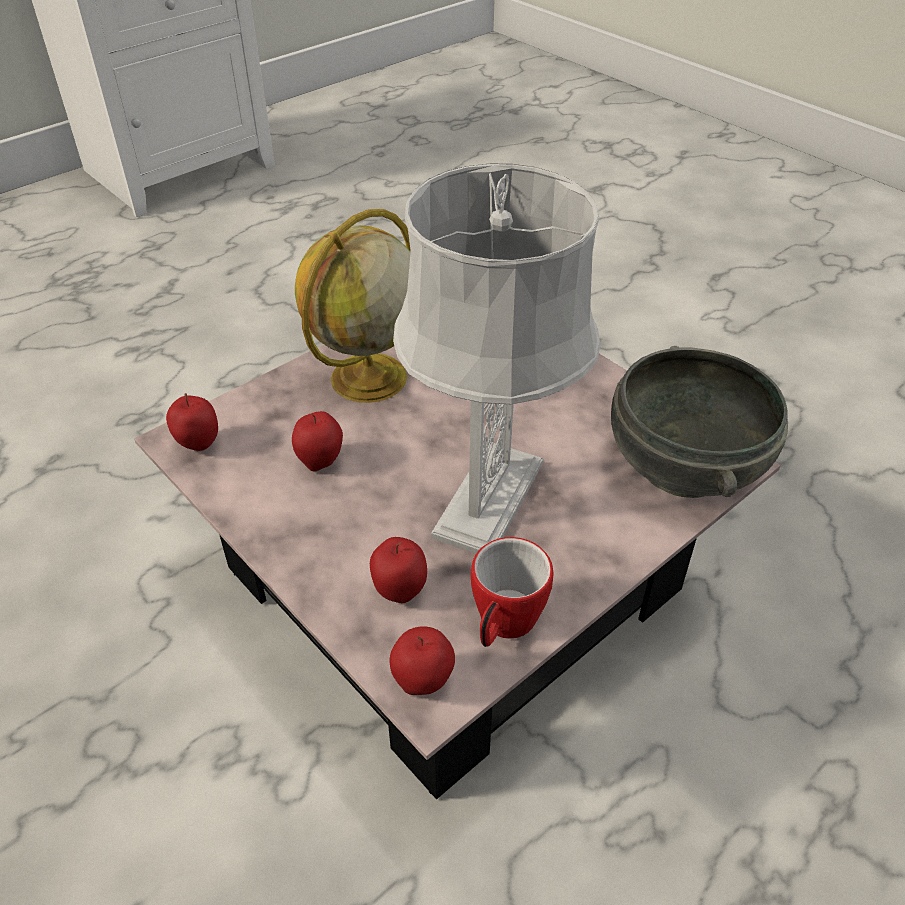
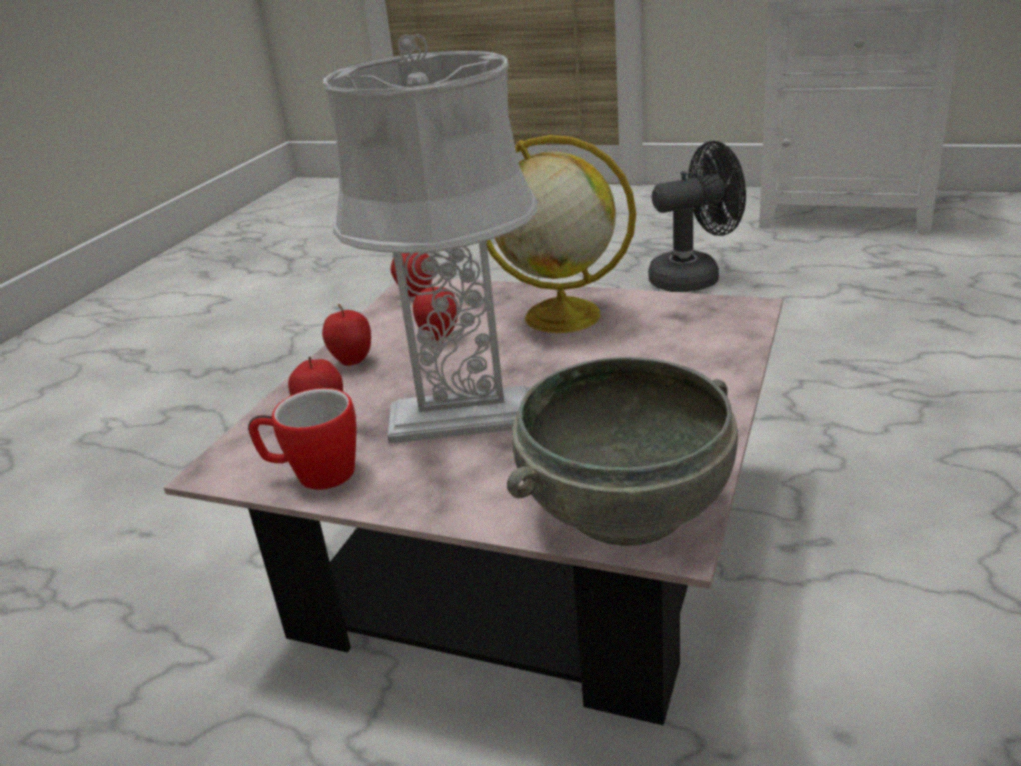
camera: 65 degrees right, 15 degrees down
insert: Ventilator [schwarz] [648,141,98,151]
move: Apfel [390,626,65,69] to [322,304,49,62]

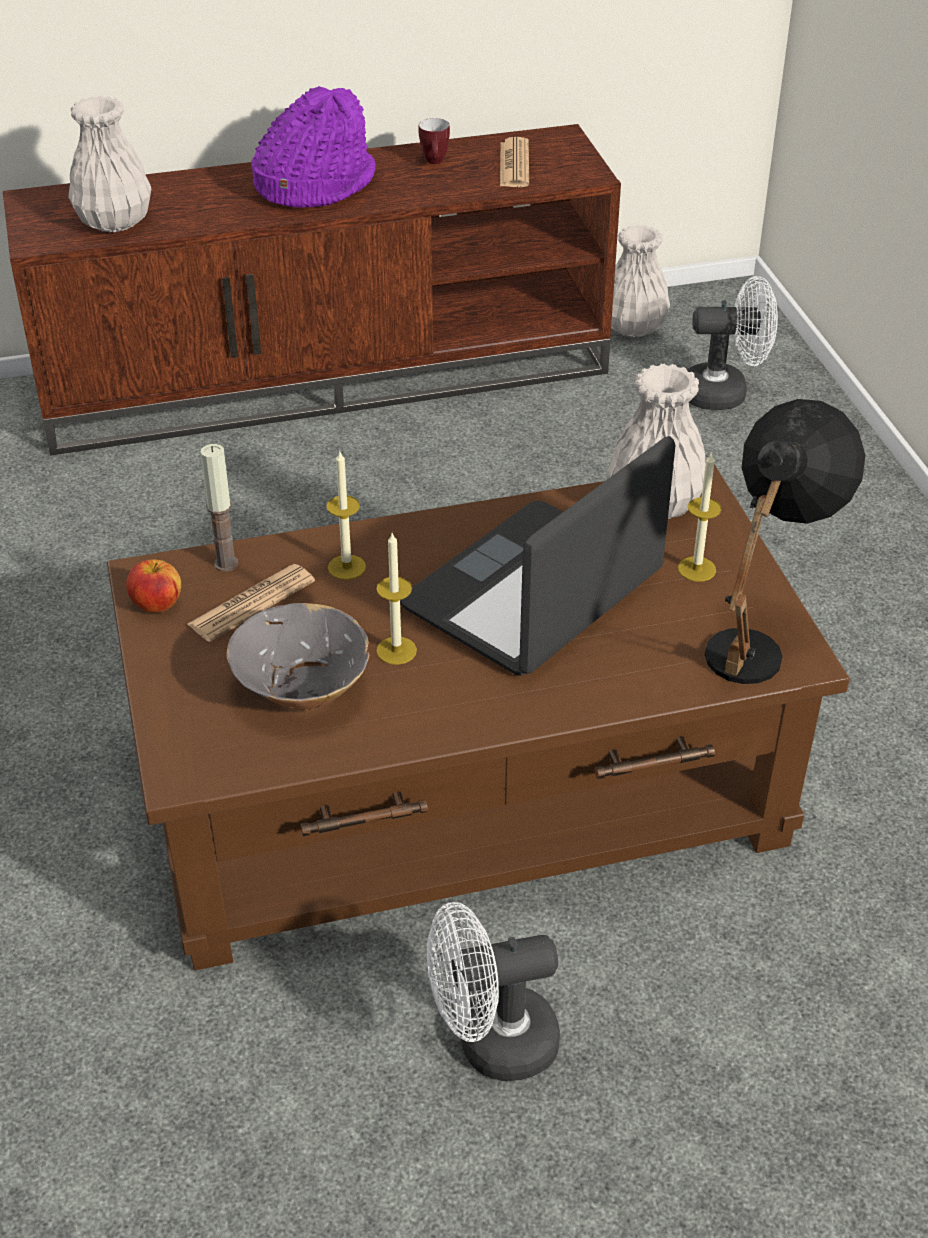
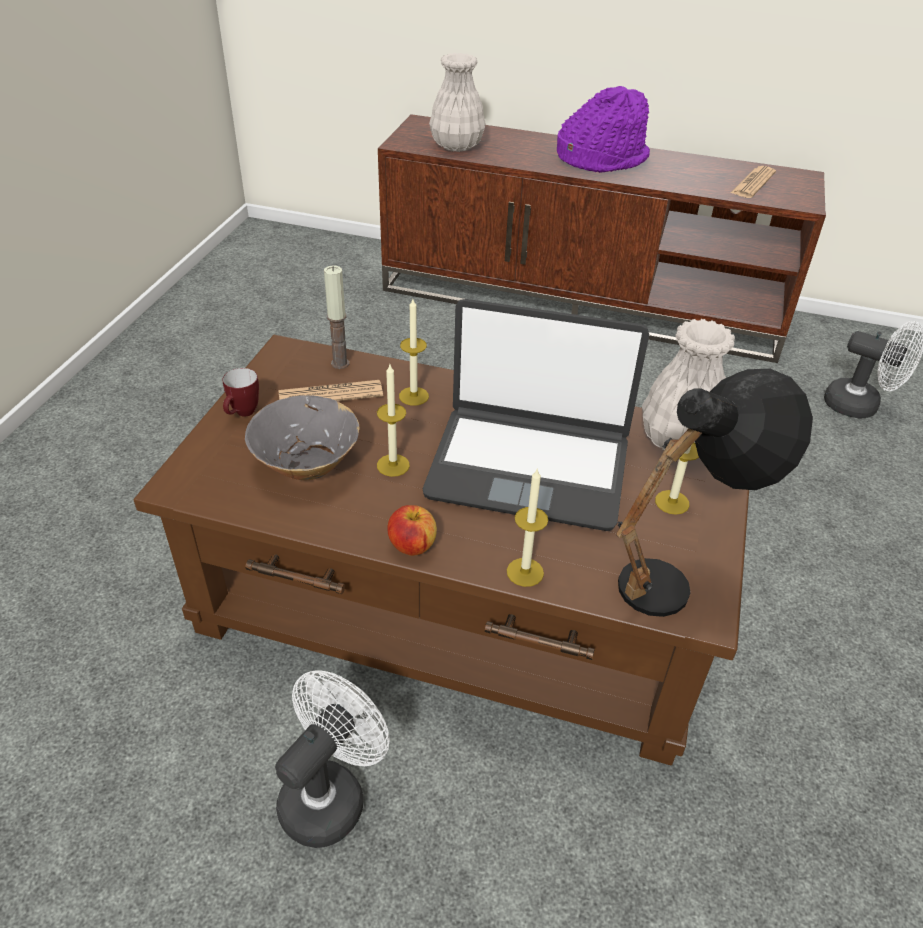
camera: 30 degrees right, 0 degrees up
delete: Vase [weiß] [611,225,59,112]
insert: Kerze [507,469,41,118]
move: Henkelbecher [419,118,31,46] to [223,368,36,49]; Apfel [126,559,55,53] to [387,505,50,51]
rotate: Laptop [400,436,276,240] = [423,299,226,232] 150 degrees counterclockwise; Ventilator [weiß] [427,902,133,179] = [275,670,115,178] 105 degrees clockwise

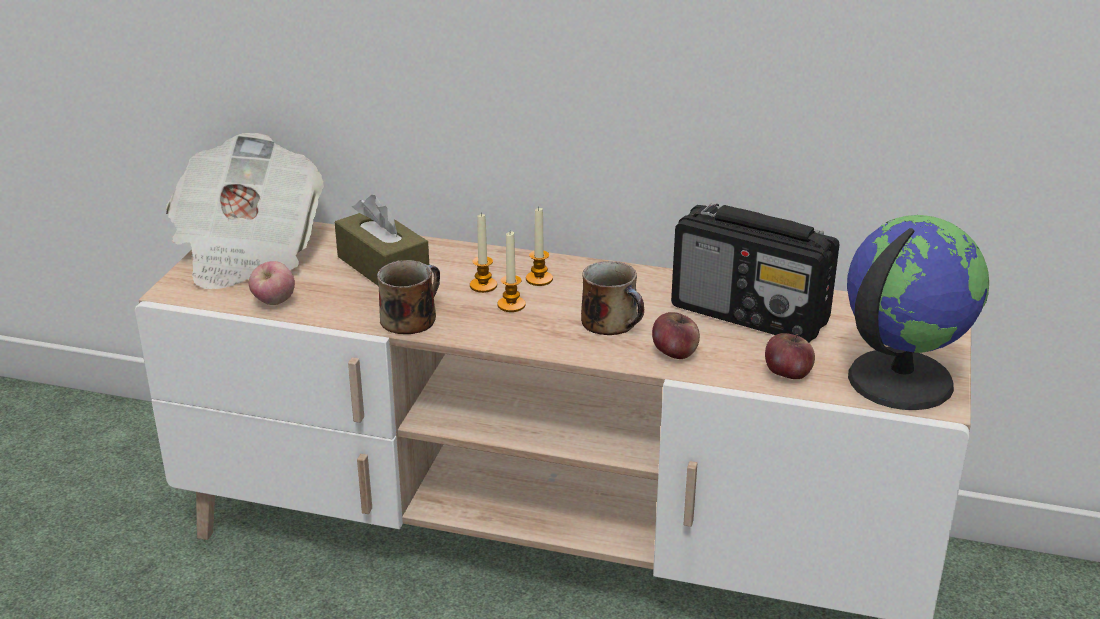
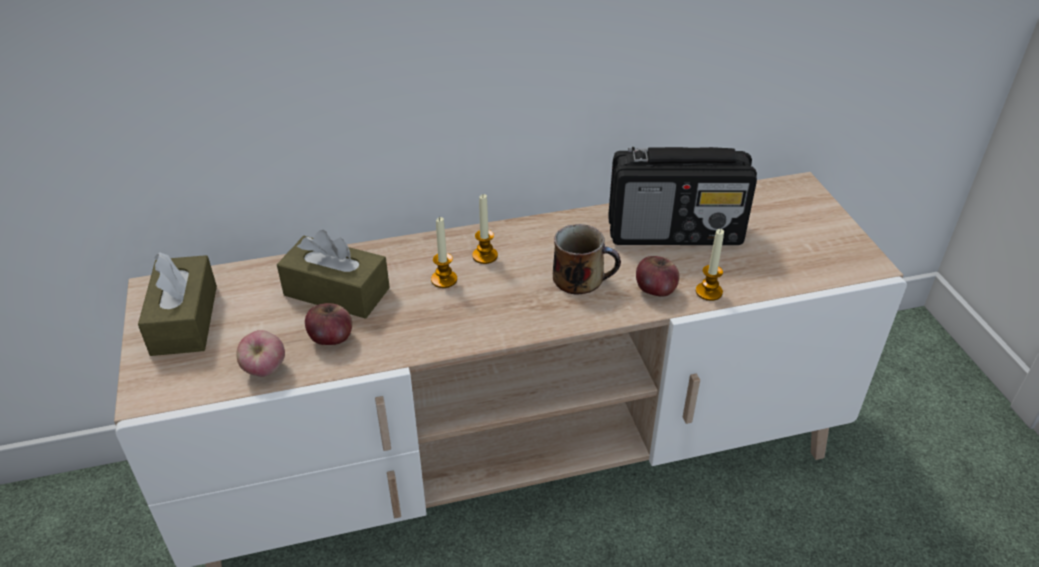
camera: 30 degrees left, 10 degrees up
delete: Globus [847,215,142,195]; Henkelbecher [377,260,63,74]
move: Kerze [497,232,29,80] to [696,229,28,72]; Apfel [765,333,50,46] to [305,303,47,42]
replace: Zeitung [166,133,158,156] to Taschentuchbox [braun] [138,252,79,104]

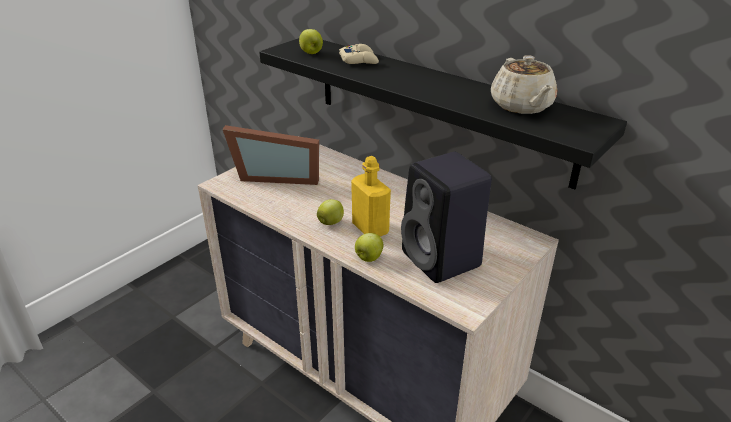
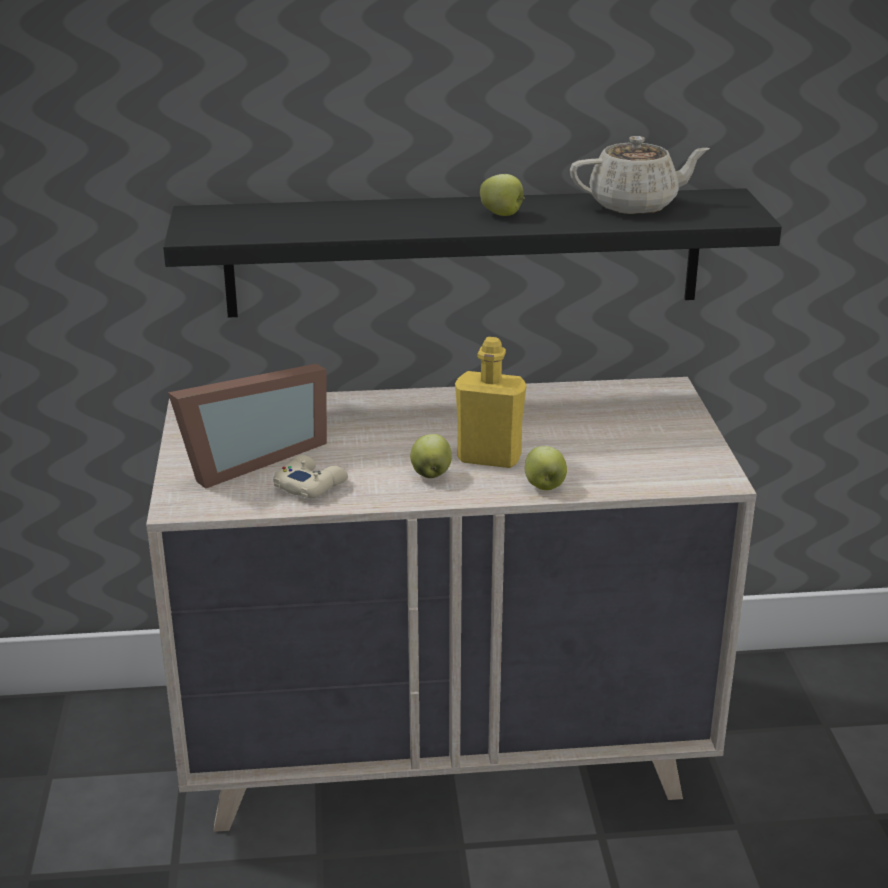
camera: 45 degrees left, 5 degrees down
delete: Lautsprecher [schwarz] [401,152,91,131]
move: Apfel [299,29,24,25] to [480,174,45,42]; Gamepad [beige] [339,44,40,20] to [273,455,75,43]
rotate: Teekanne [beige] [491,55,66,59] = [570,136,140,78] 45 degrees counterclockwise

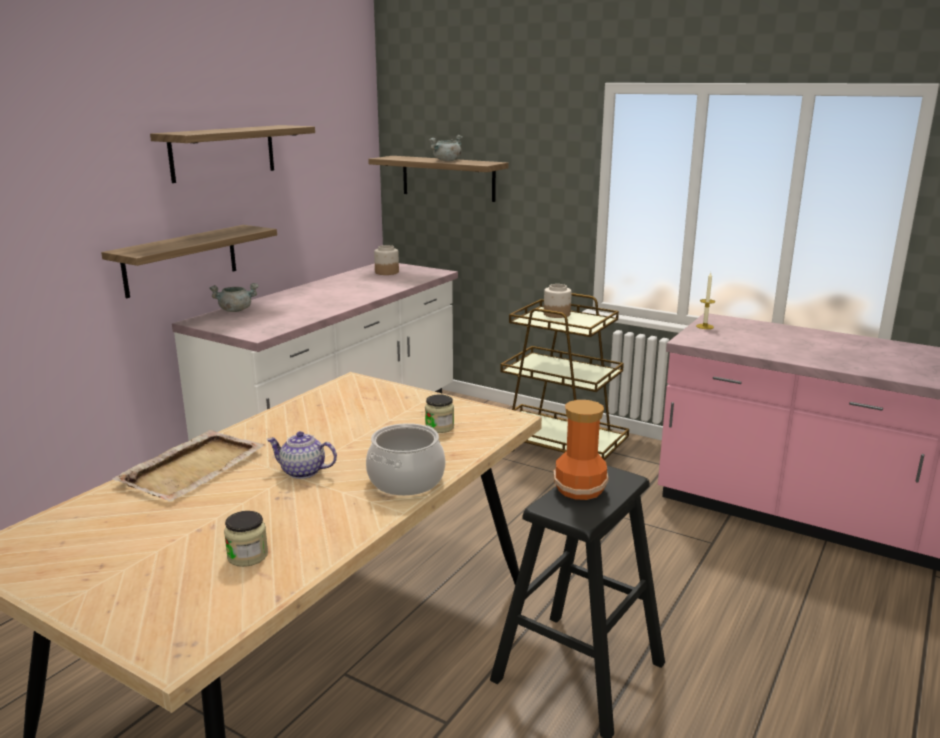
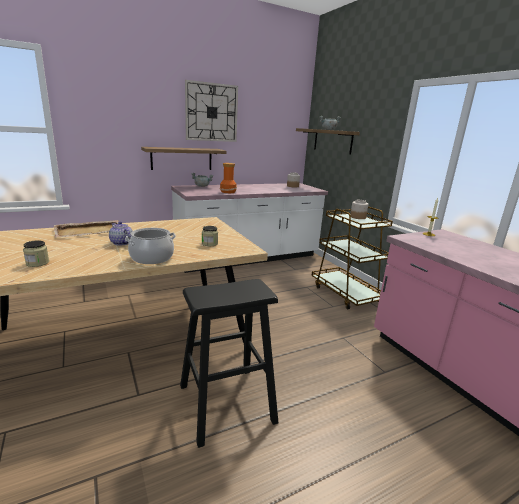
camera: 30 degrees right, 0 degrees up
move: Vase [554,400,54,100] to [220,163,17,30]
replace: Wandregal [150,125,165,58] to Wanduhr [185,80,53,62]

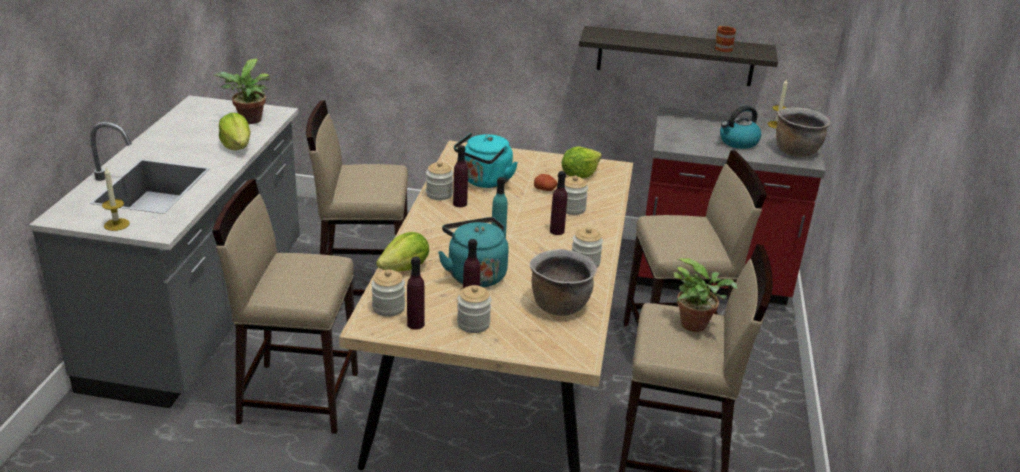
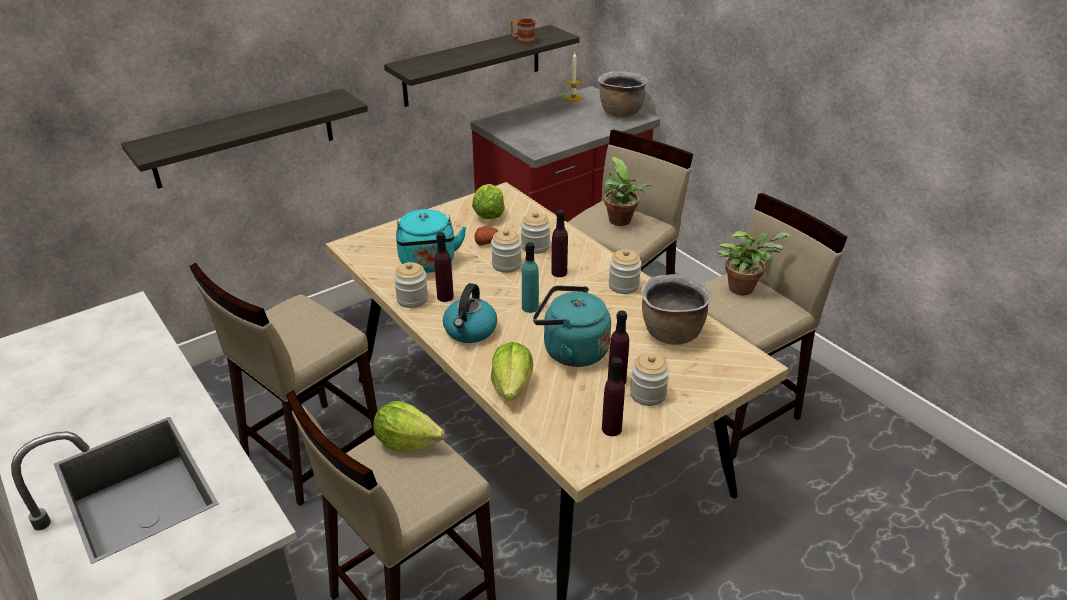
camera: 45 degrees left, 5 degrees up
delete: Kerze [102,168,28,63]
insert: Wandregal [121,89,247,99]
move: Topfpflanze [213,59,57,65] to [602,157,50,69]; Wasserkessel [720,105,41,44] to [443,283,54,60]; Salatkopf [219,113,32,37] to [373,401,72,52]; Vorratsglas [371,270,34,47] to [491,229,31,44]

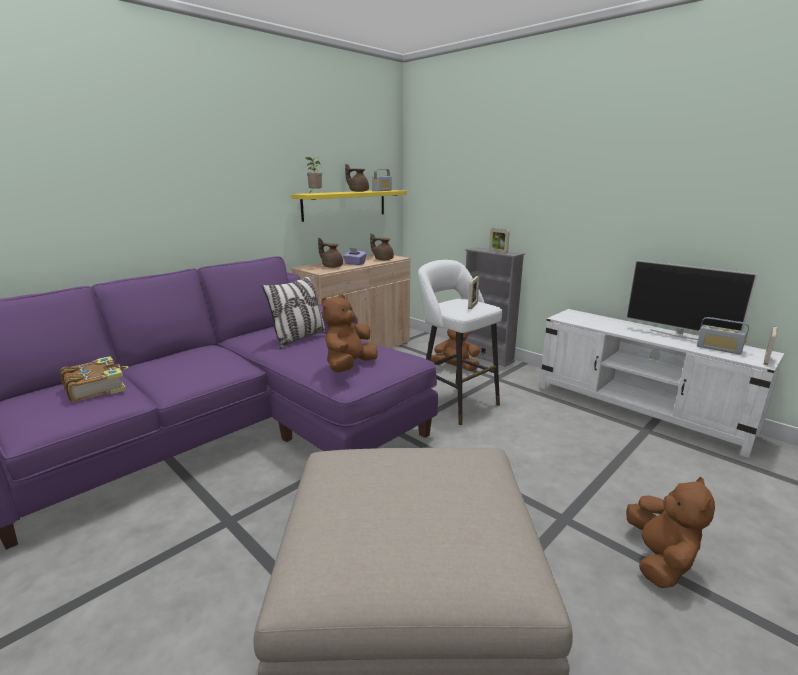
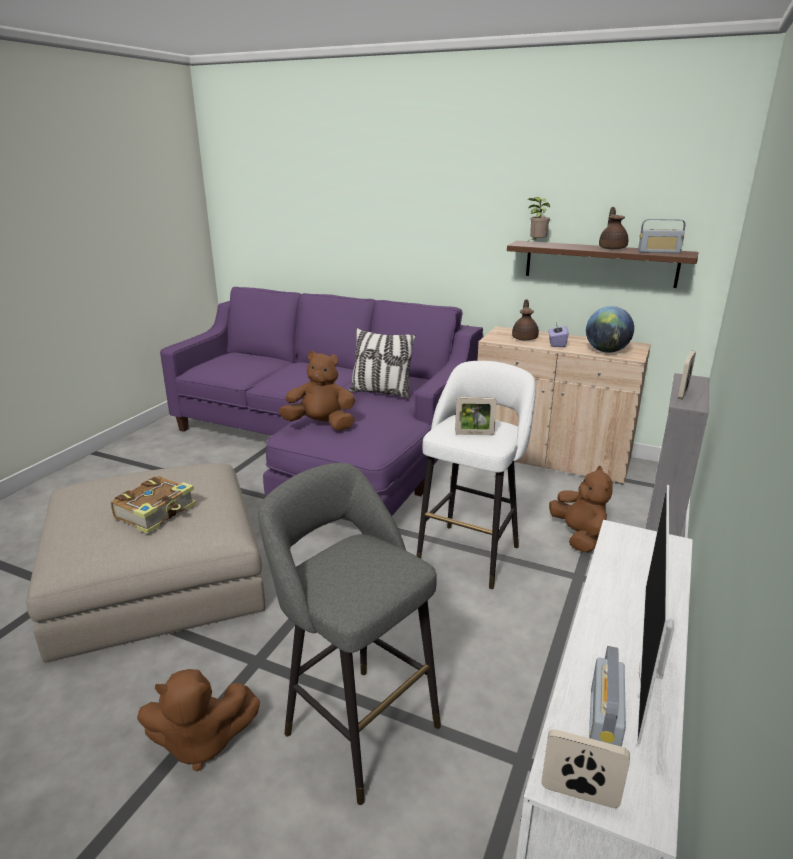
camera: 70 degrees right, 5 degrees up
insert: Hocker [grau] [258,463,183,342]
move: Buch [60,356,69,46] to [111,476,85,58]
replace: Teekanne [braun] [370,233,24,27] to Globus [586,306,48,47]
recolor: Wandregal [gelb] [291,190,116,32] to Wandregal [braun] [507,241,192,47]

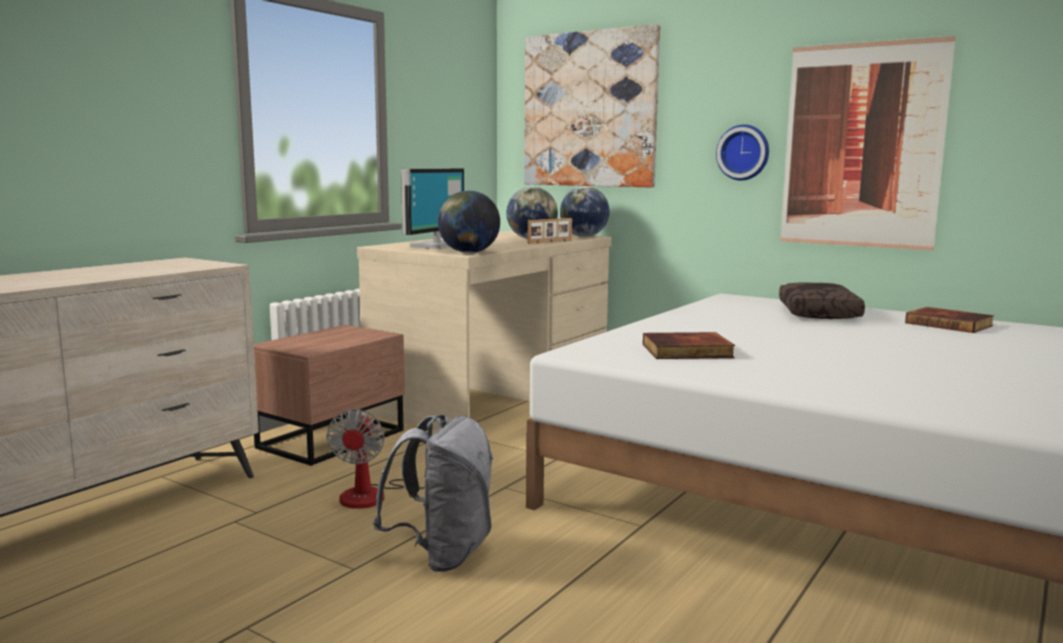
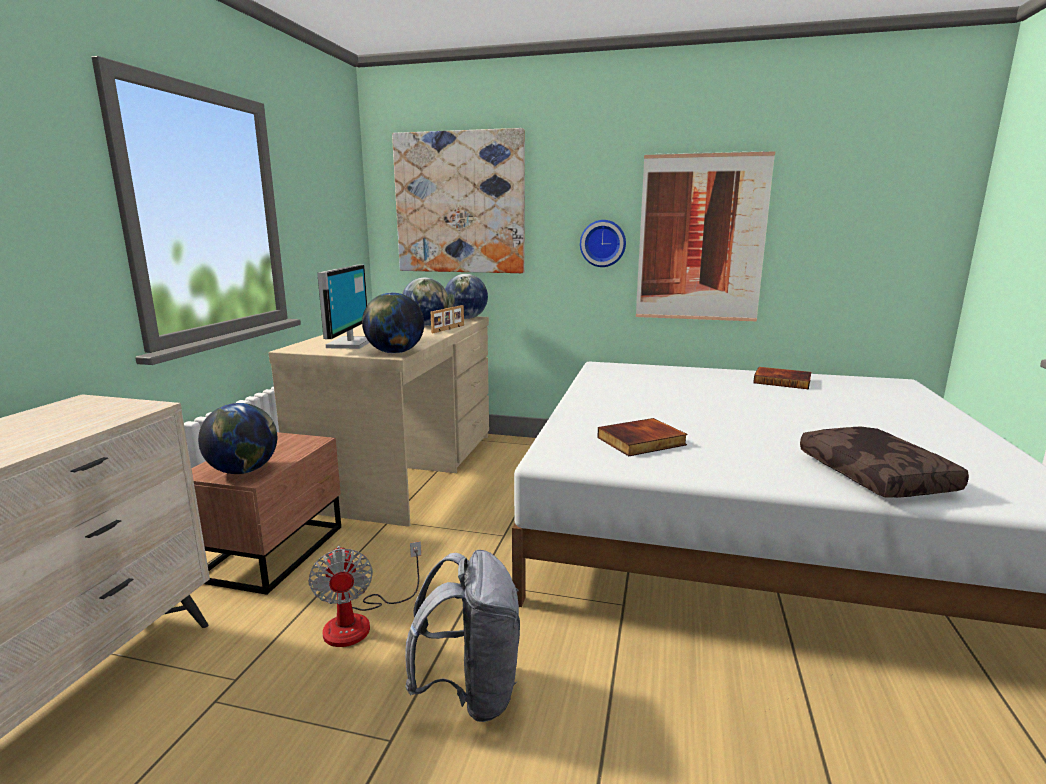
camera: 20 degrees left, 5 degrees up
insert: Globus [198,403,79,71]
move: Kissen [braun] [779,282,86,37] to [800,427,169,71]

